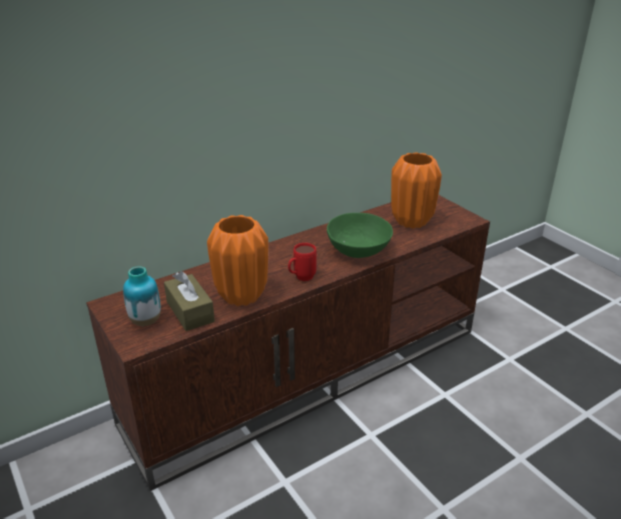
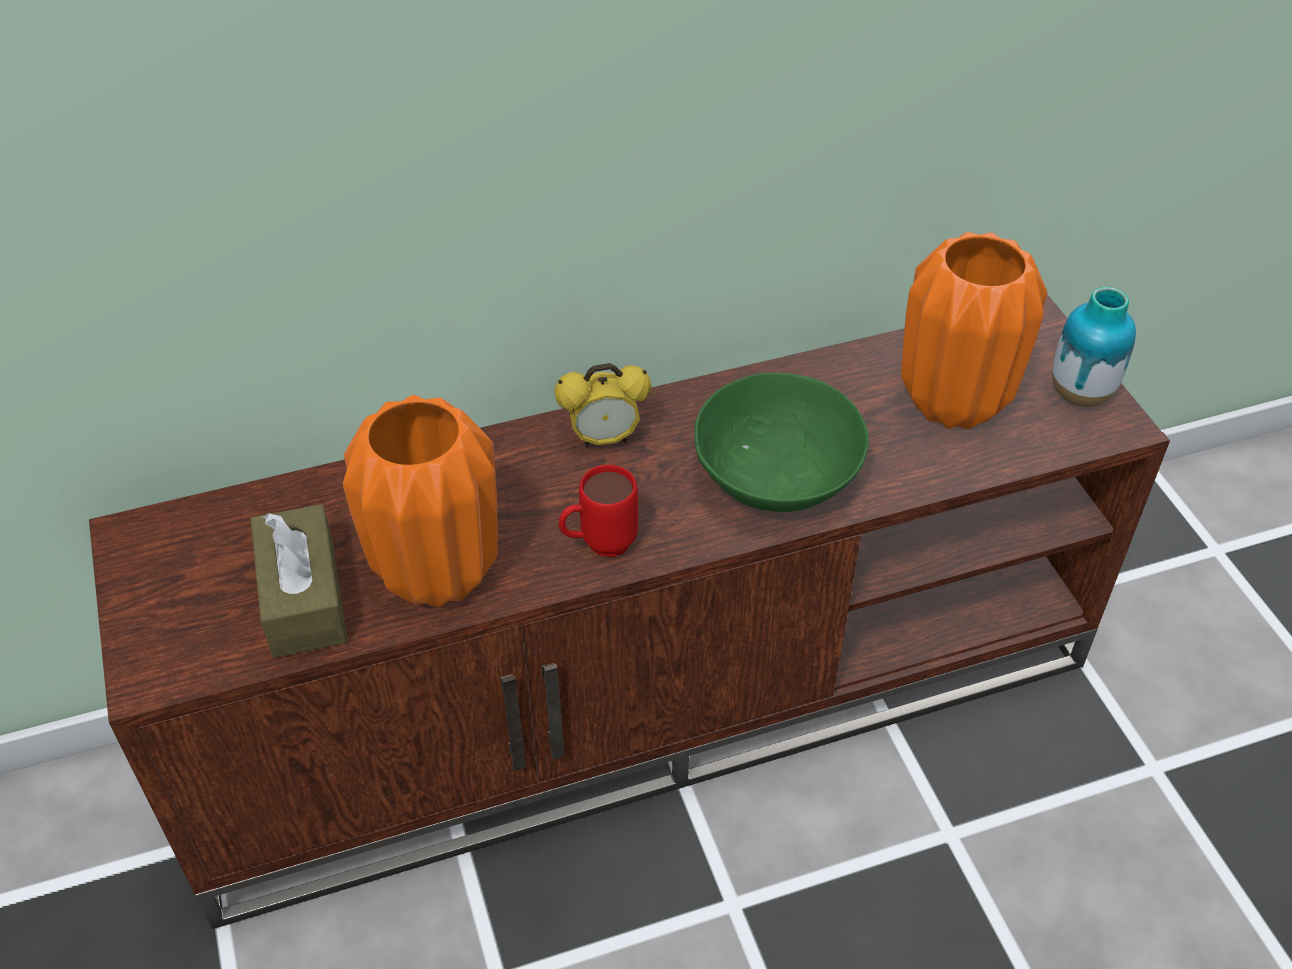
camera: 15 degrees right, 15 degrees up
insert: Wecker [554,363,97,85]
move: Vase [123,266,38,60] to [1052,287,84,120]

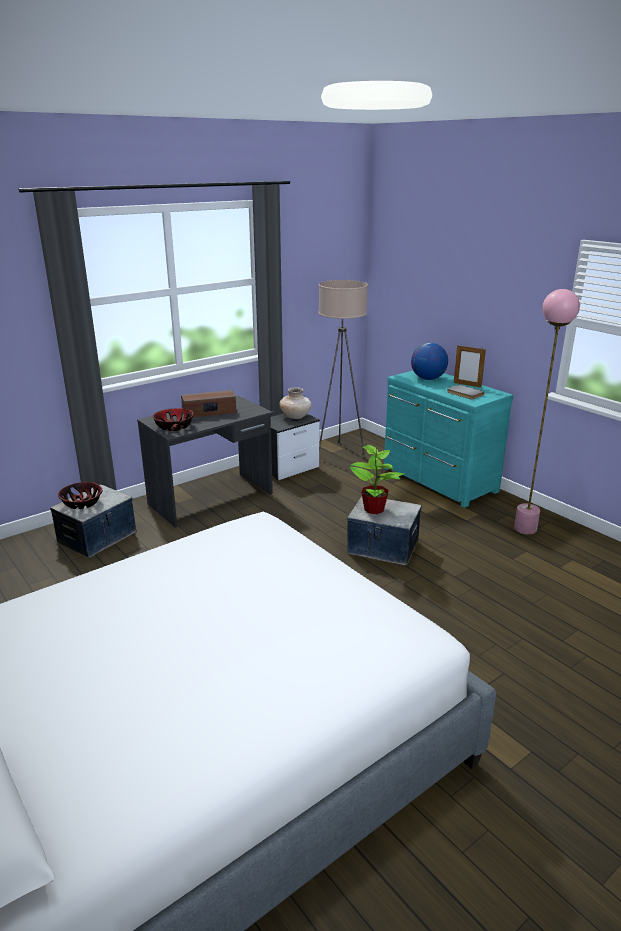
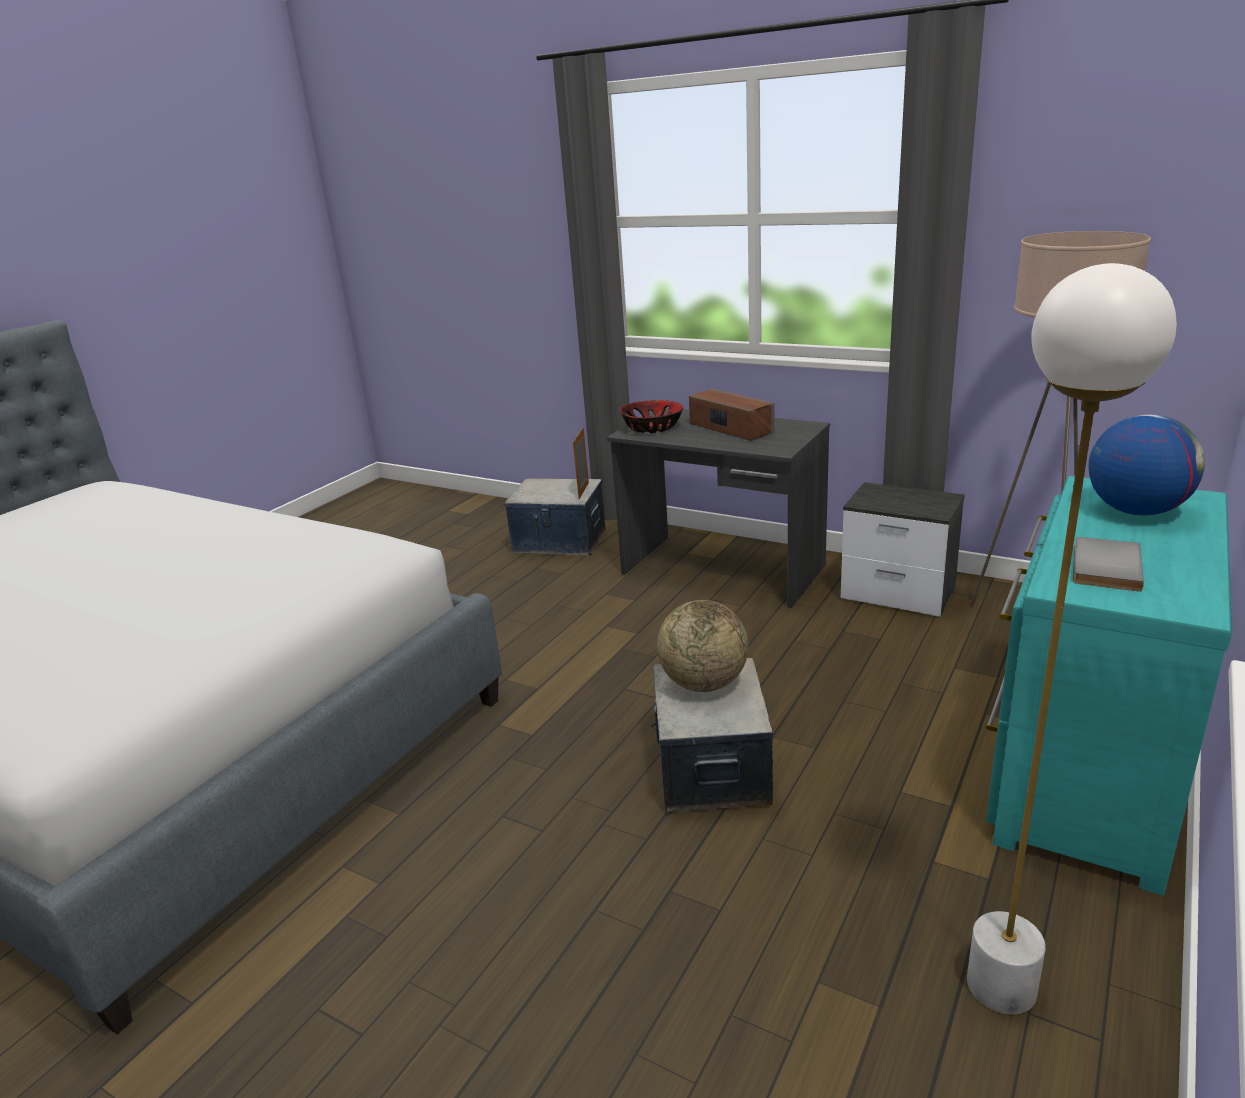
camera: 70 degrees right, 0 degrees up
delete: Vase [beige] [280,387,32,32]; Schüssel [58,482,45,27]
move: Bilderrahmen [454,344,32,44] to [573,428,16,71]
replace: Topfpflanze [350,443,54,71] to Globus [657,600,91,92]
recolor: Stehlampe [rosa] [514,289,66,245] to Stehlampe [weiß] [967,263,210,751]

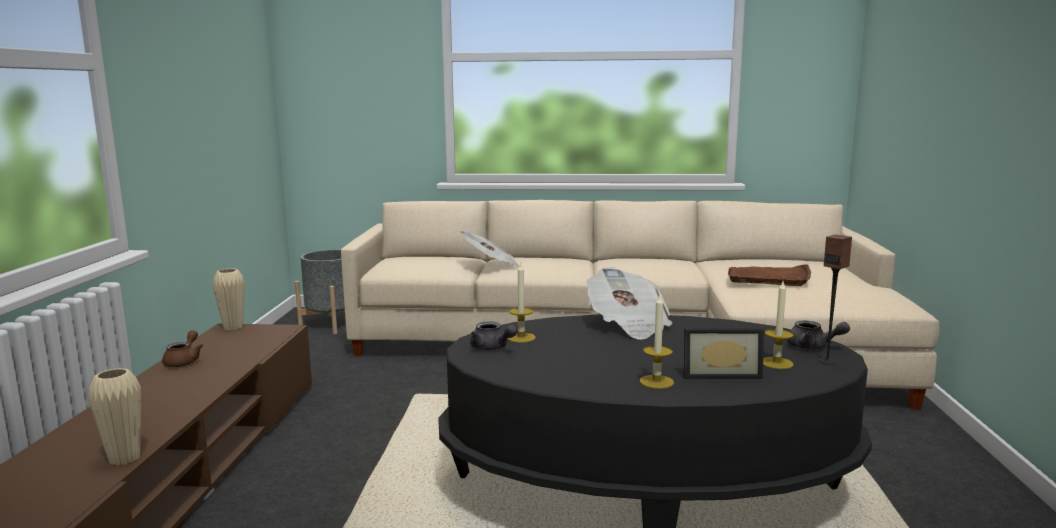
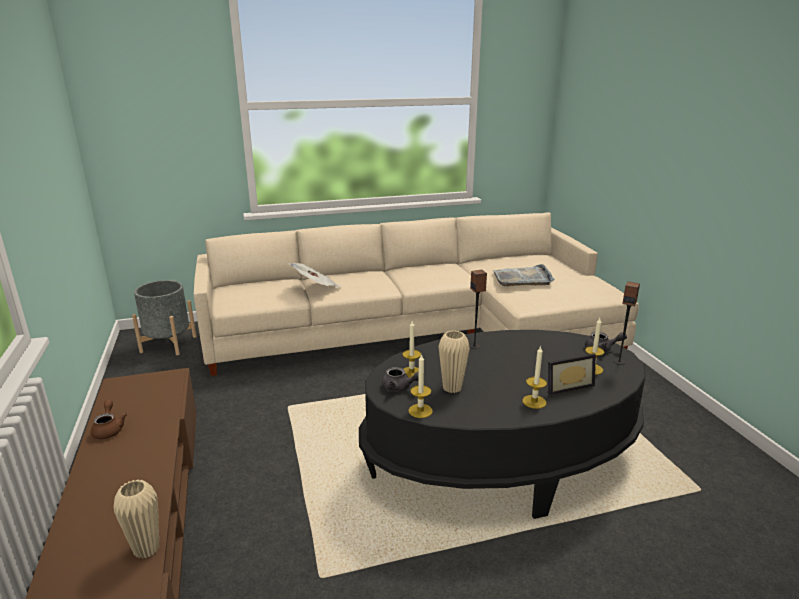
camera: 20 degrees left, 10 degrees up
insert: Kerze [409,353,24,65]
move: Vase [beige] [212,269,33,61] to [438,330,32,63]
replace: Zeitung [586,267,87,73] to Lautsprecher [469,270,18,79]
recolor: Tablett [braun] [728,264,83,22] to Tablett [grau] [493,264,62,22]

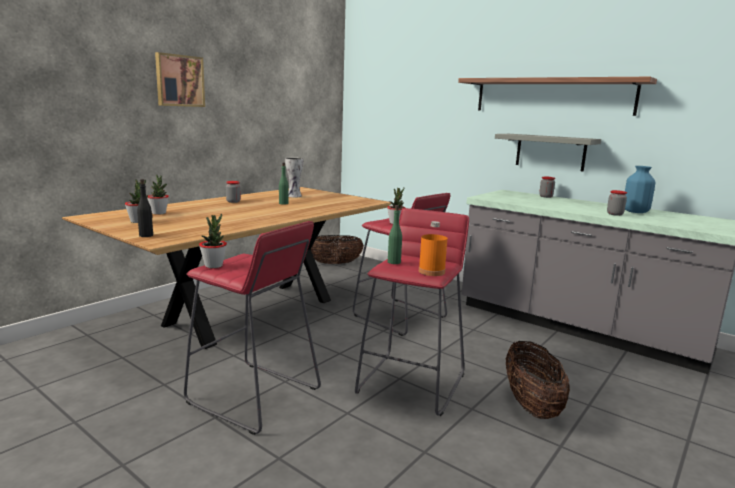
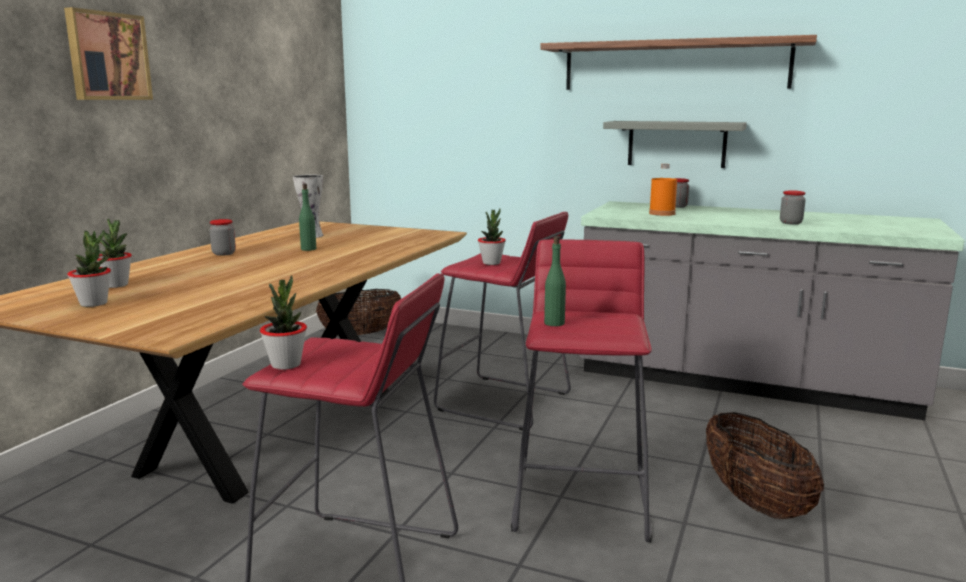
camera: 15 degrees left, 0 degrees up
delete: Vase [blau] [625,166,30,47]; Flasche [schwarz] [137,179,16,58]
move: Flasche [orange] [419,221,28,55] to [649,164,28,52]

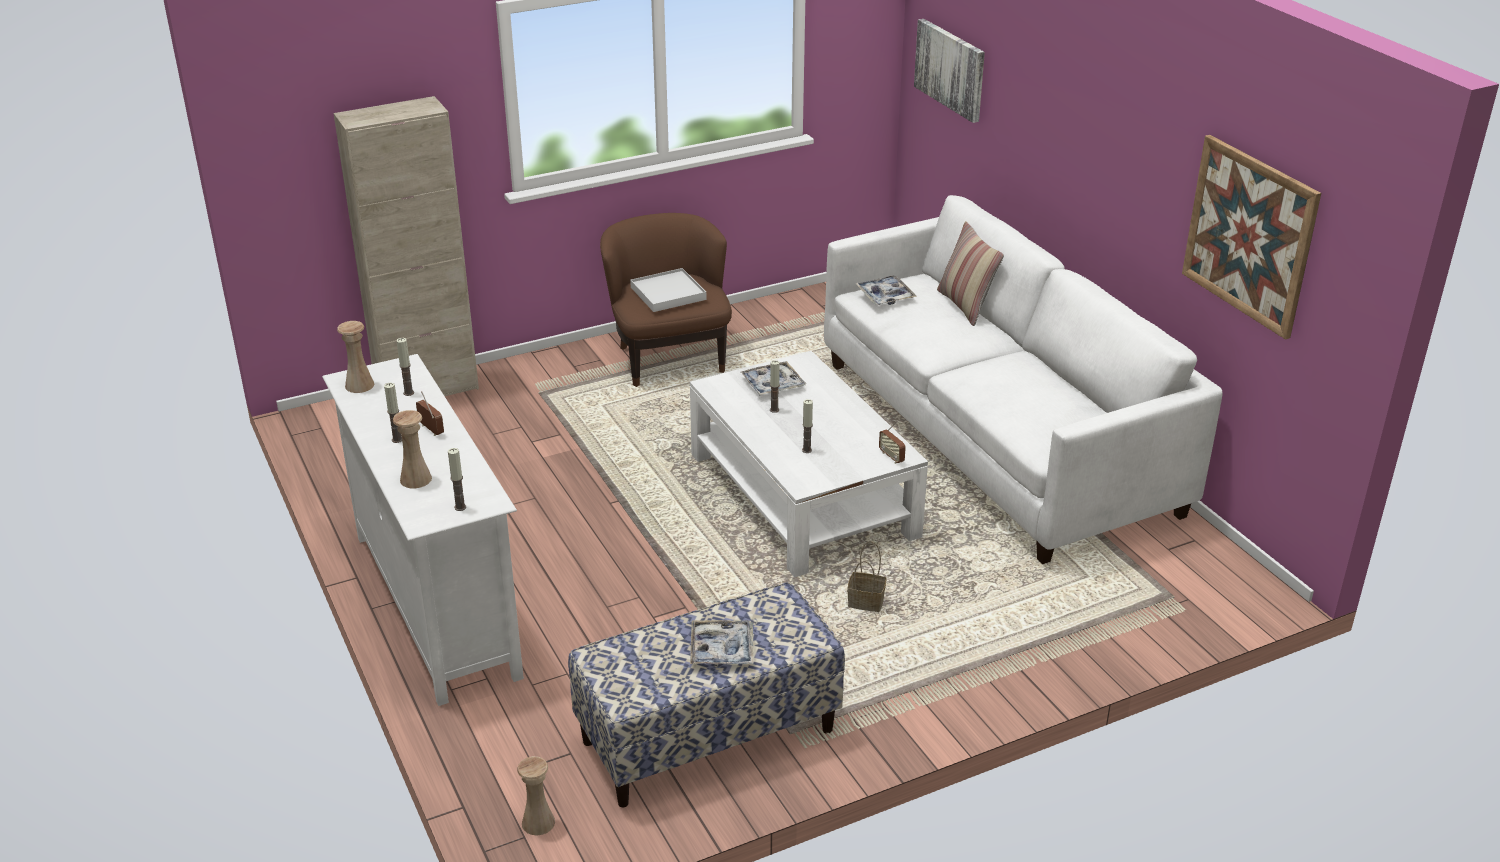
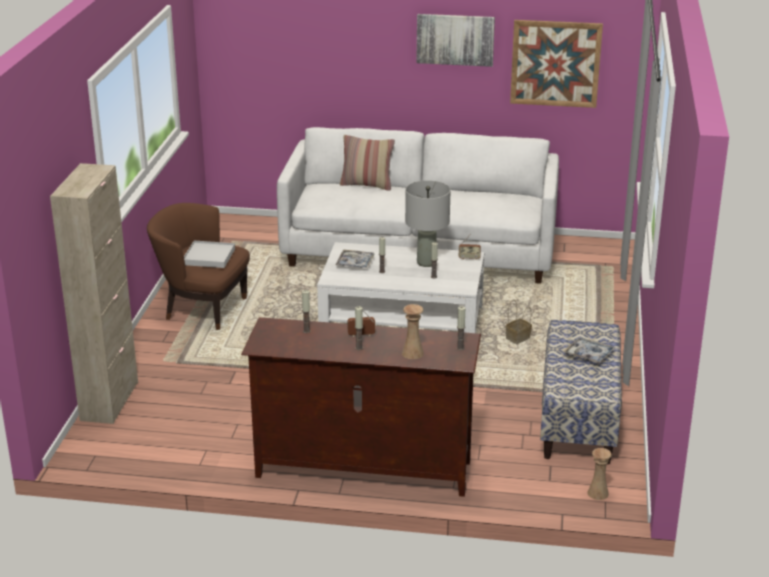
camera: 55 degrees left, 5 degrees down
delete: Tablett [855,275,61,30]; Vase [beige] [337,321,37,72]
insert: Tischlampe [grau] [405,180,45,87]
move: Bild [914,19,71,104] to [416,14,79,53]
recolor: Fernsehschrank [weiß] [322,354,202,352] to Fernsehschrank [braun] [241,317,240,180]

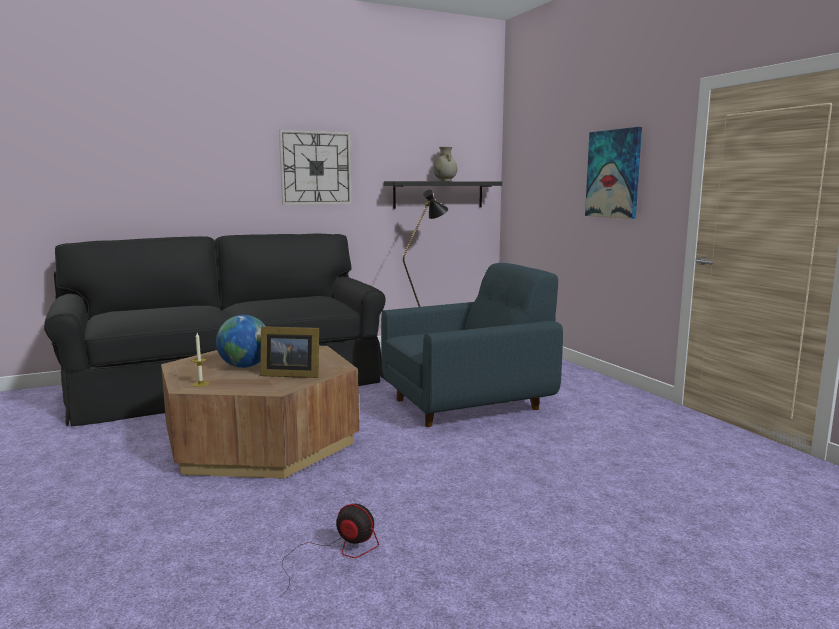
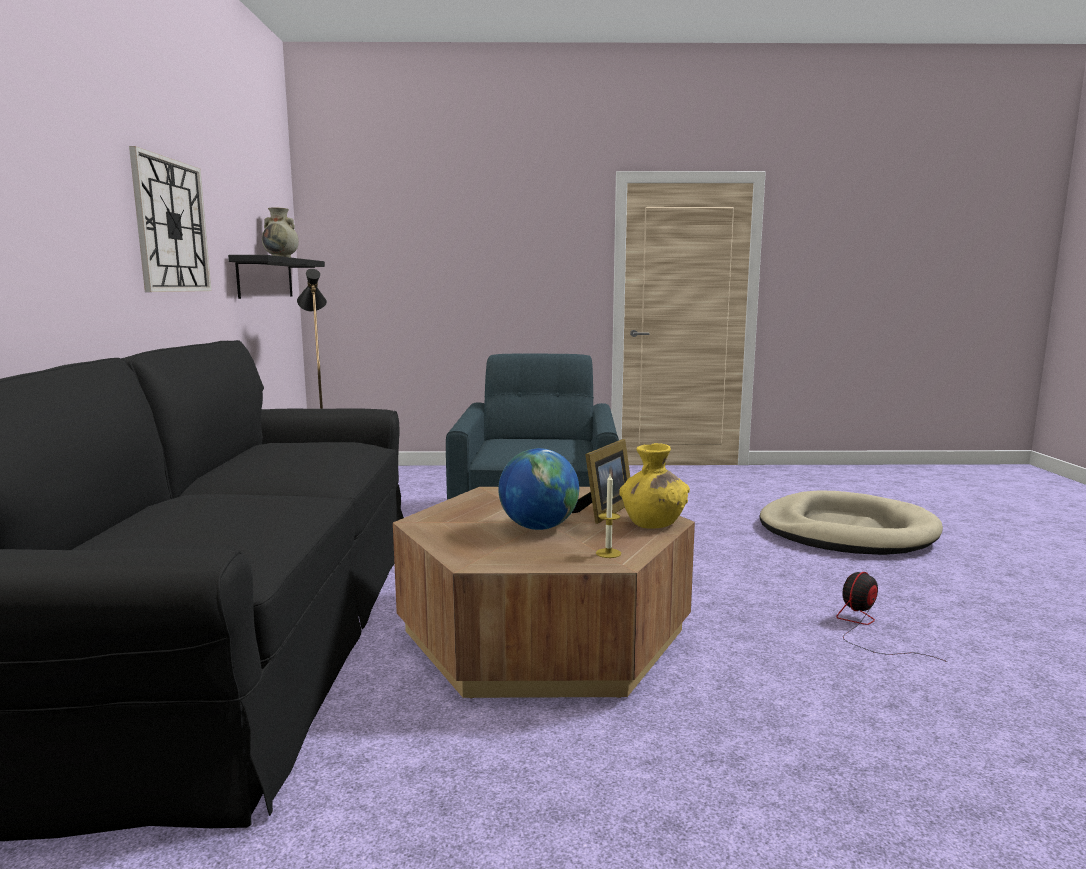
camera: 65 degrees left, 0 degrees up
delete: Bild [585,127,57,92]
insert: Vase [gelb] [619,443,71,86]; Hundebett [beige] [759,491,184,64]

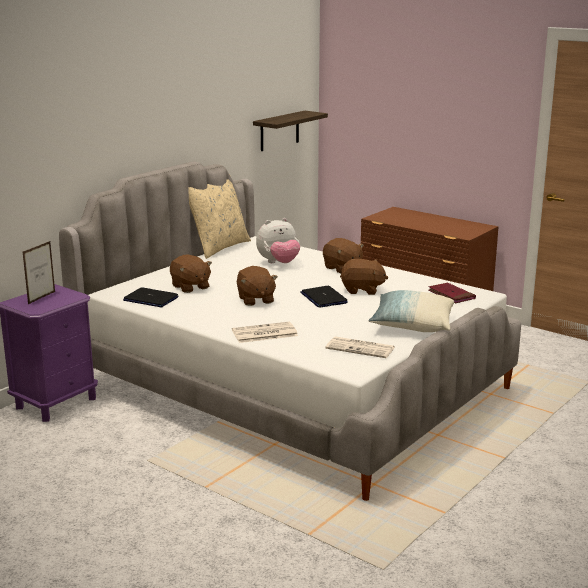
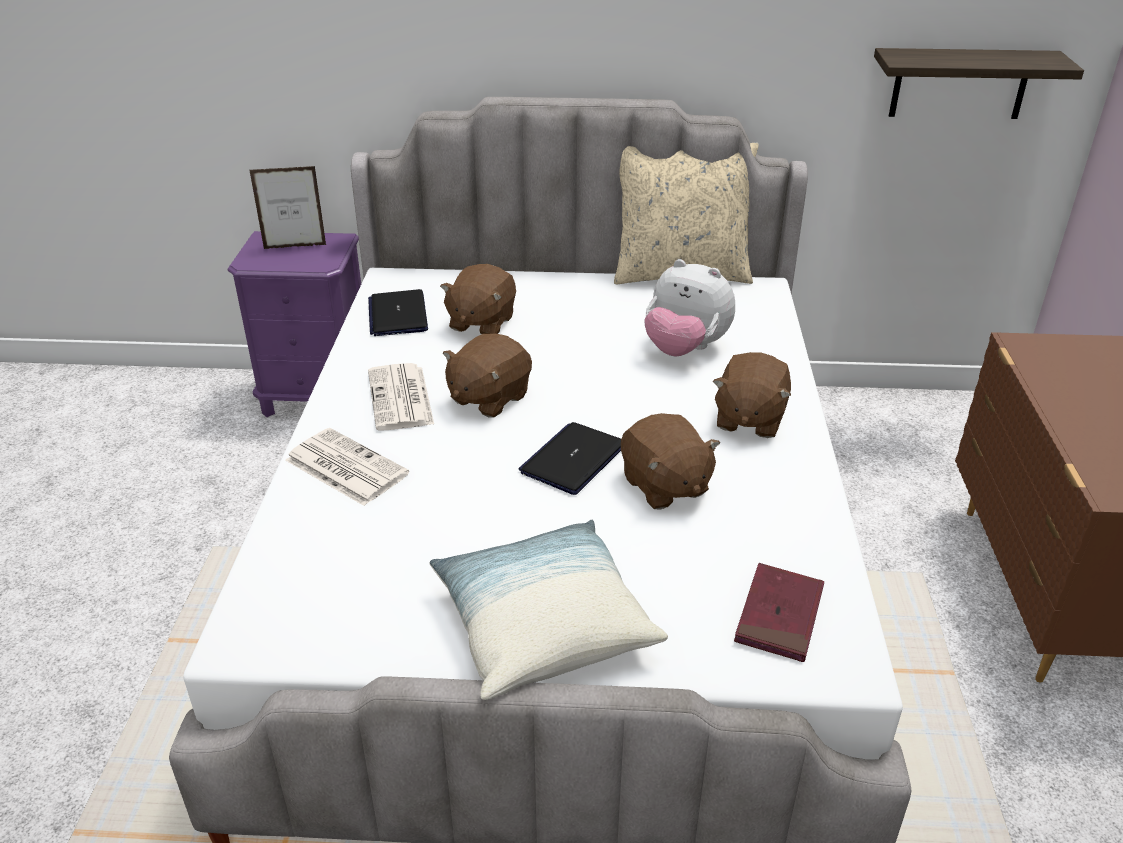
camera: 55 degrees right, 15 degrees up
move: Zeitung [326,337,69,21] to [368,363,66,67]

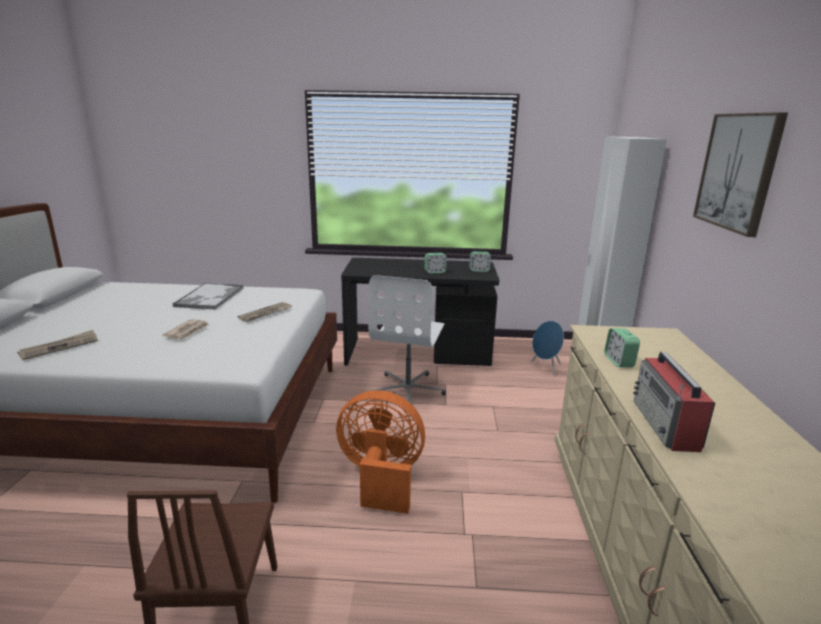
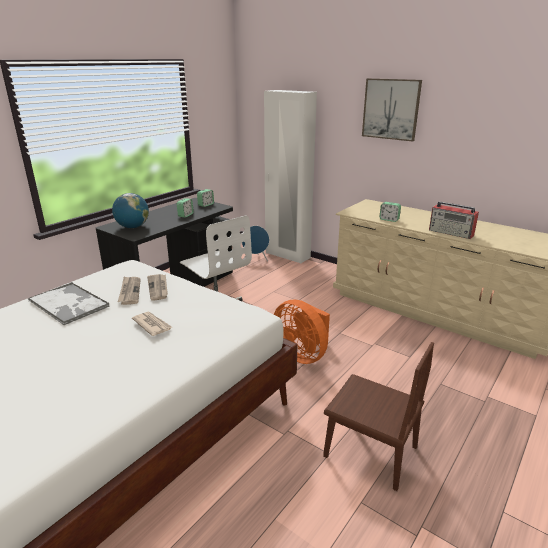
camera: 55 degrees left, 5 degrees up
insert: Globus [112,193,37,35]
move: Zeitung [17,330,81,30] to [118,277,23,28]
rotate: Ventilator [orange] [336,390,89,124] = [274,300,56,64] 90 degrees counterclockwise

